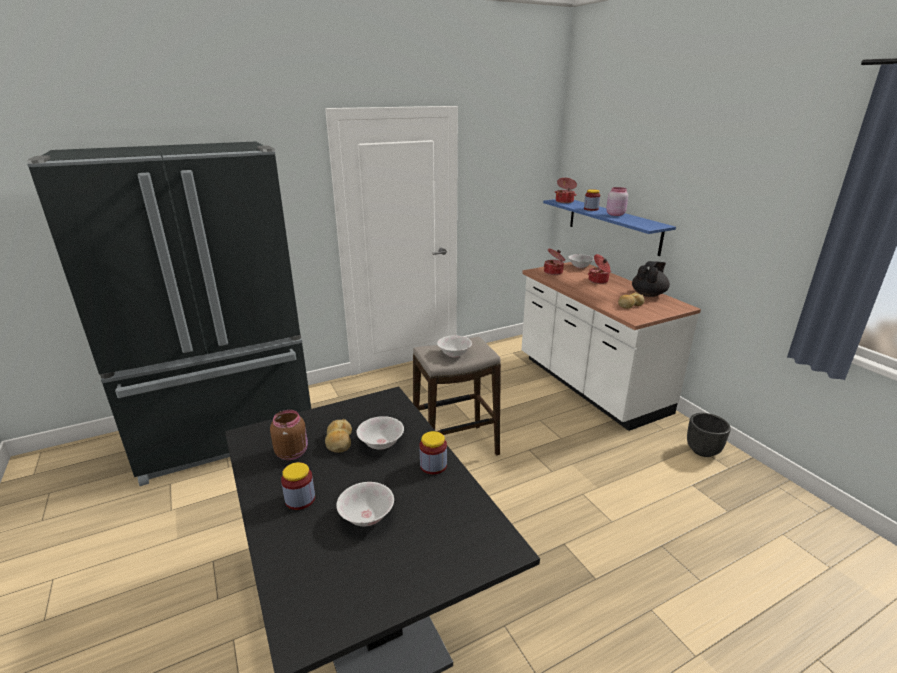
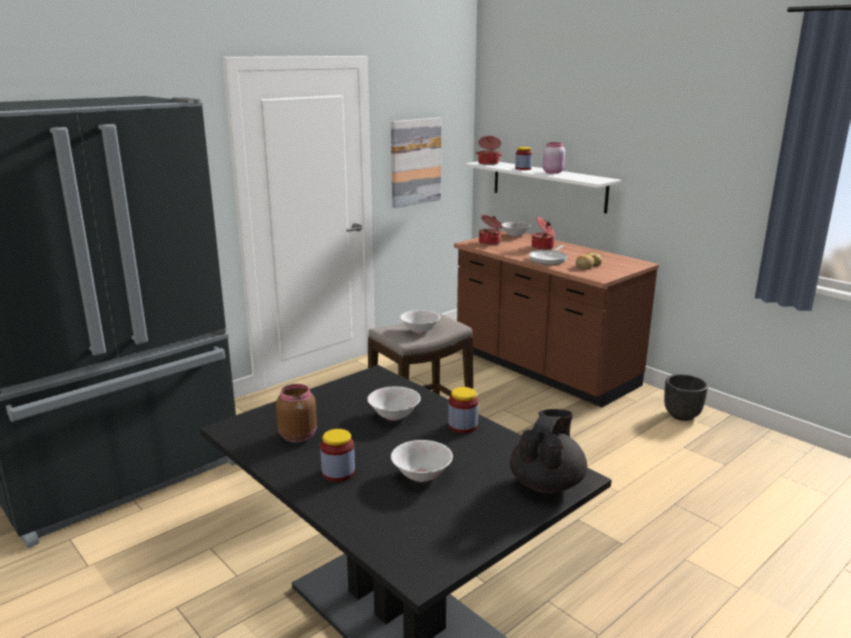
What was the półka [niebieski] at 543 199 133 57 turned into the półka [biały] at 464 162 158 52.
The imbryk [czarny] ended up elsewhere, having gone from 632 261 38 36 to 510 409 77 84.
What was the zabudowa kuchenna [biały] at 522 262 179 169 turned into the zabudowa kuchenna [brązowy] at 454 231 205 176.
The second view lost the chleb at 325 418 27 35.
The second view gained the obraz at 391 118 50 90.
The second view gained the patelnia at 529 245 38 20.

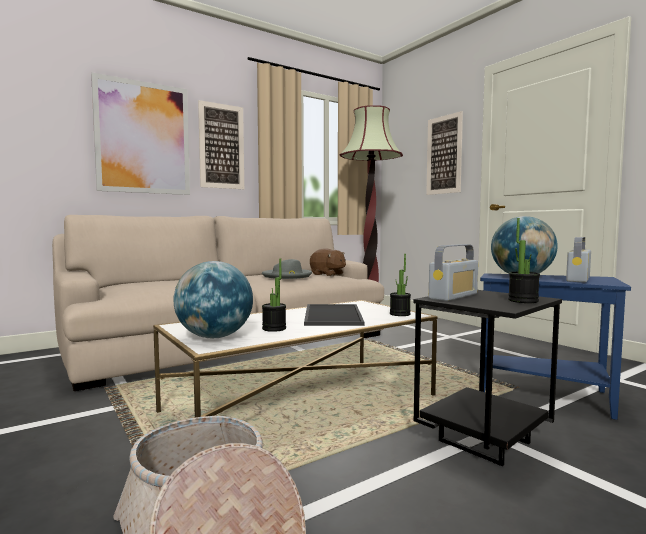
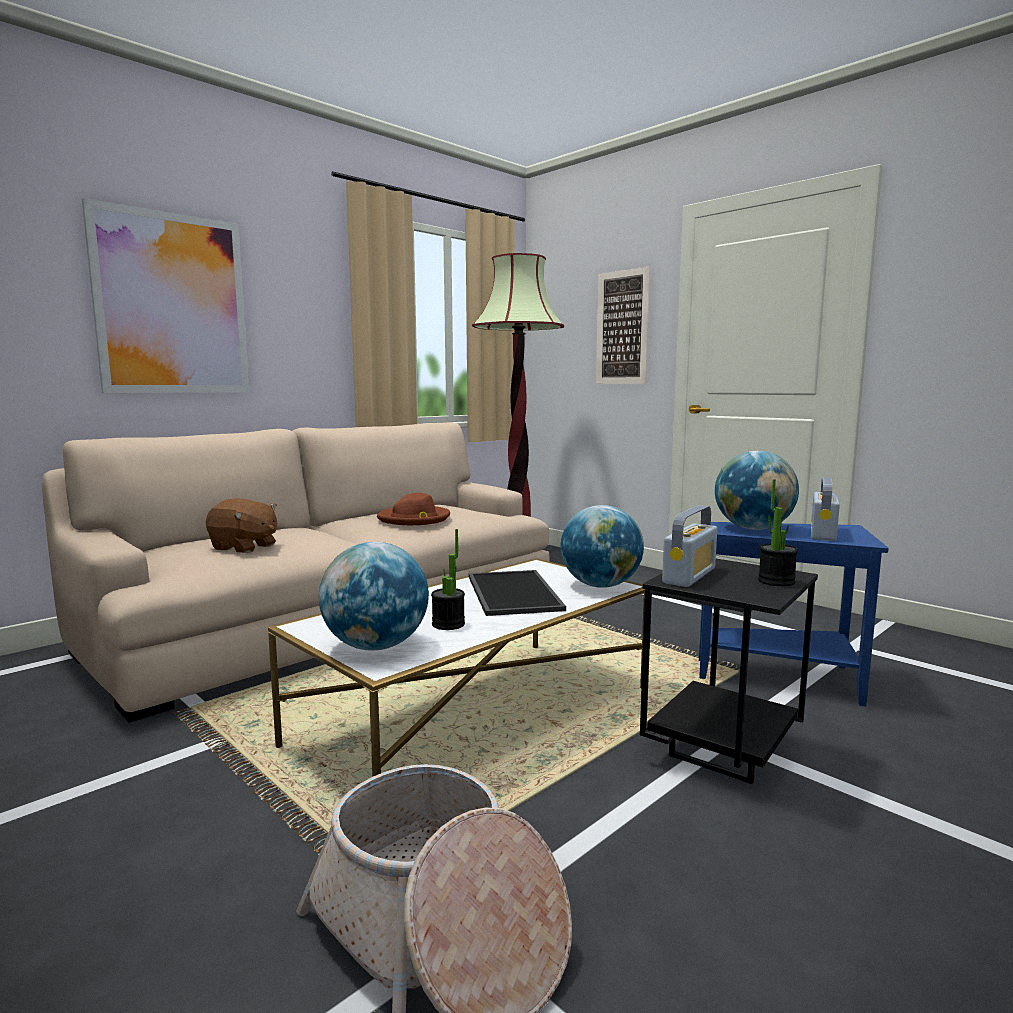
The second view lost the obraz at 198 100 46 89.
The pluszak [brązowy] ended up elsewhere, having gone from 310 248 36 28 to 206 498 71 55.
Where the roślina doniczkowa stood at 390 254 21 62, the globus came to stand at 560 505 84 83.
What was the kapelusz [szary] at 262 259 50 20 turned into the kapelusz [brązowy] at 377 493 73 32.

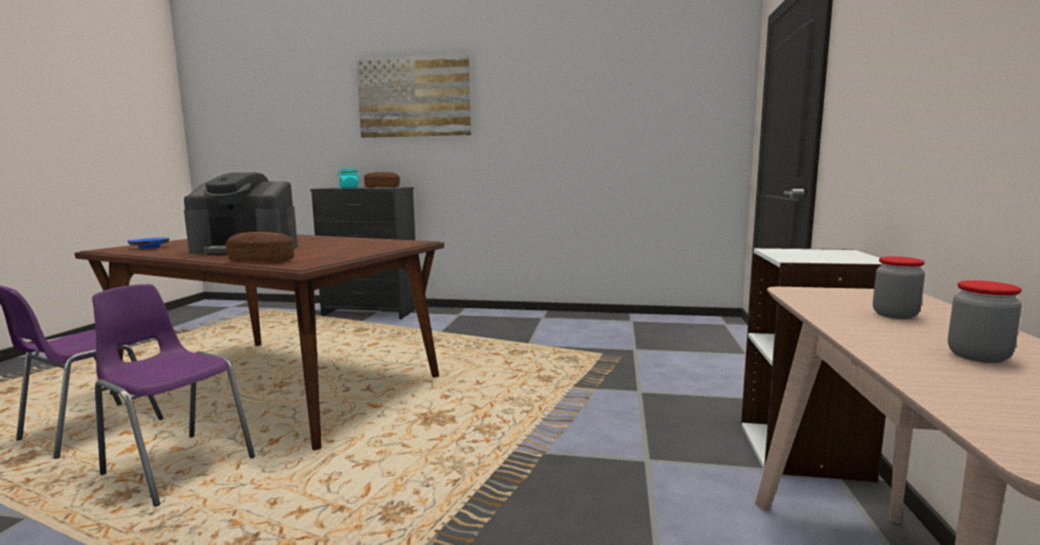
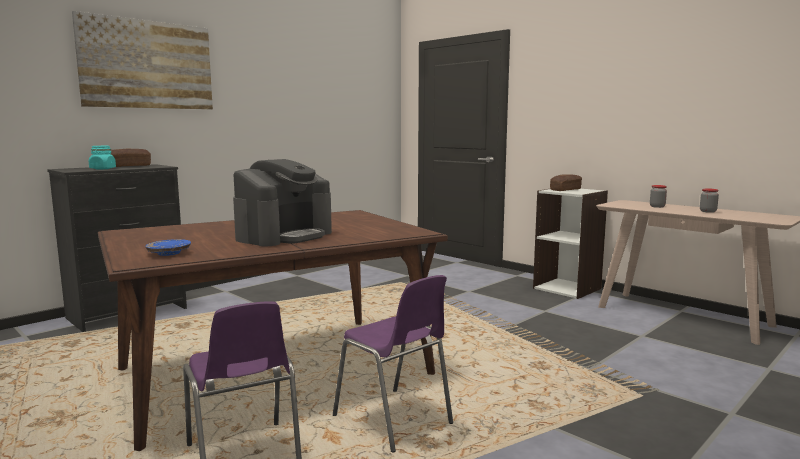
The chleb ended up elsewhere, having gone from 226 232 68 31 to 550 174 32 17.
The krzesło [fioletowy] at 92 284 163 223 ended up facing another way, 105 degrees counterclockwise from before.

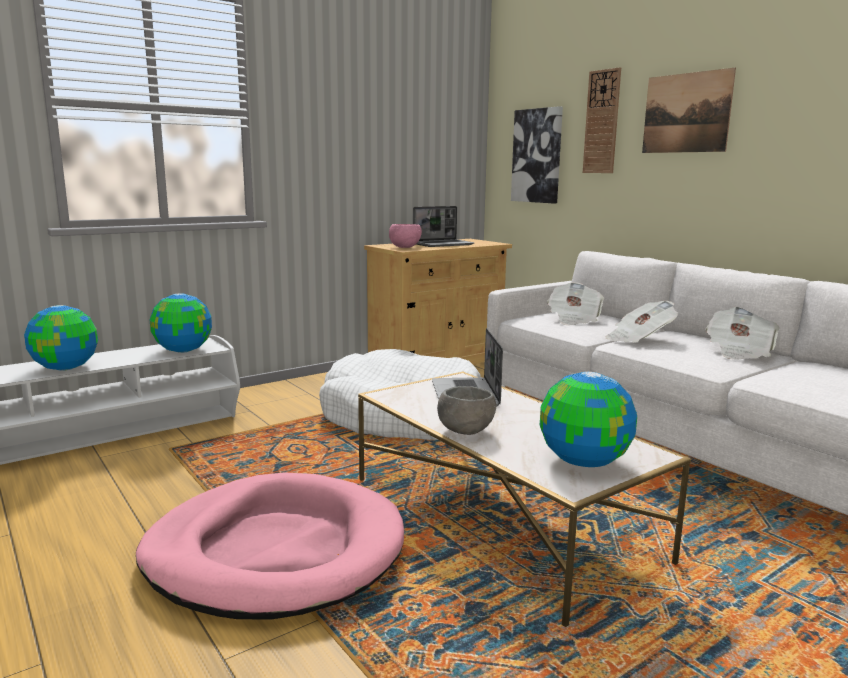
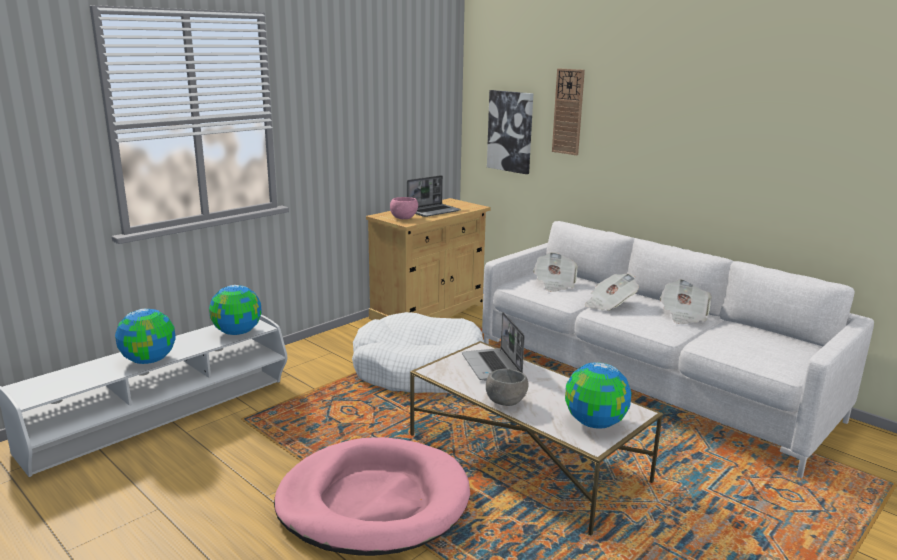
The second view lost the obraz at 642 68 94 85.

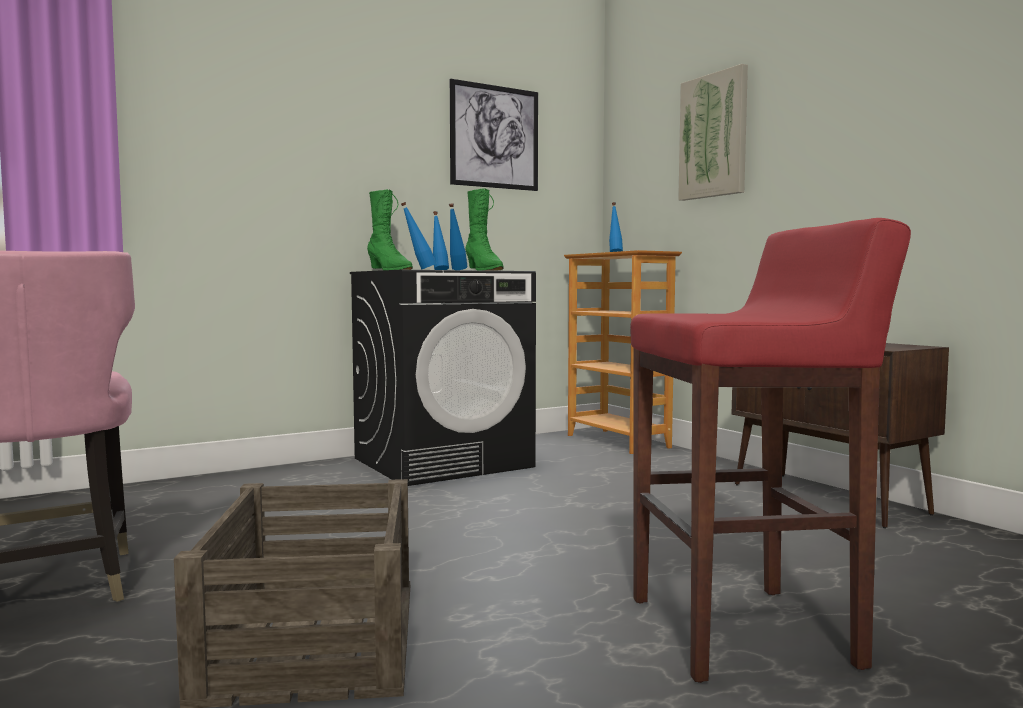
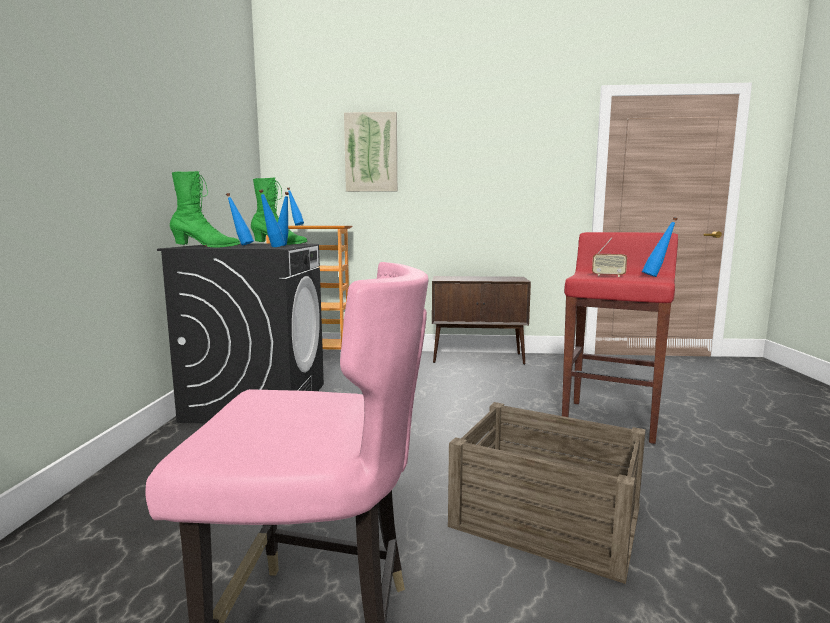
The second view lost the obraz at 450 79 88 112.
The second view gained the butelka [niebieski] at 642 217 36 60.
The second view gained the radio at 592 237 35 40.

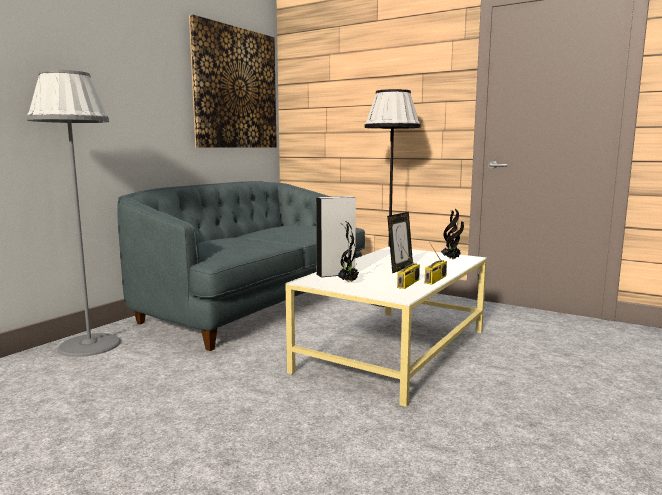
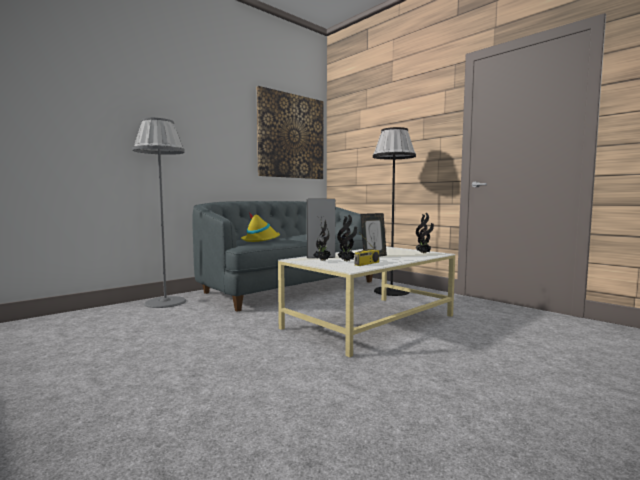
The second view lost the radio at 425 242 22 42.
The second view gained the kapelusz [żółty] at 241 211 39 31.
The second view gained the roślina doniczkowa at 337 215 20 46.

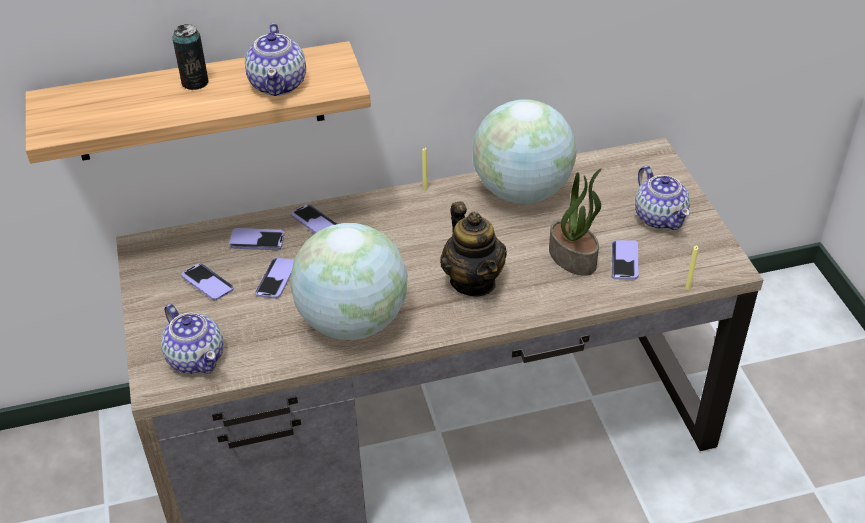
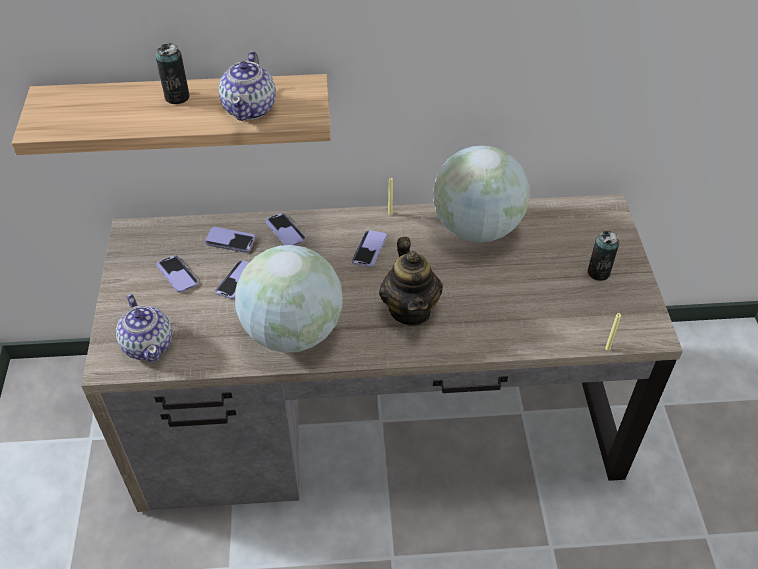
Where the imbryk stood at 635 166 55 64, the puszka came to stand at 587 231 32 50.
The second view lost the roślina doniczkowa at 549 168 52 108.
The telefon ended up elsewhere, having gone from 611 241 28 38 to 352 230 35 37.

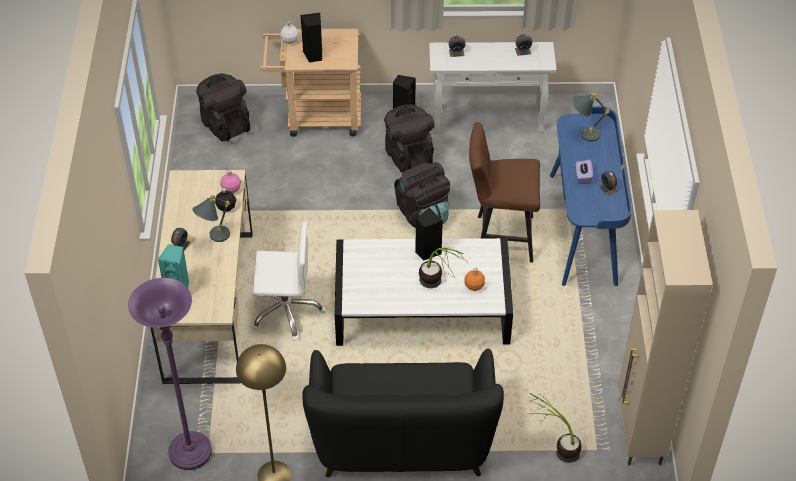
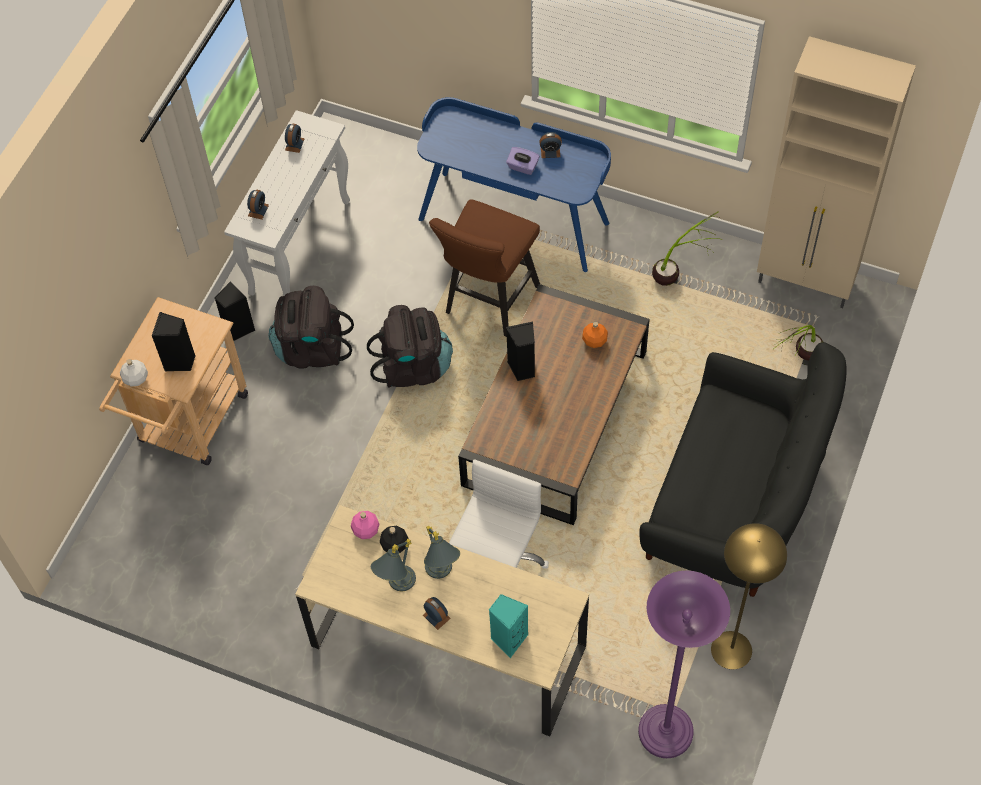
The second view lost the plecak [czarny] at 196 73 54 68.
The lampa stołowa [szary] ended up elsewhere, having gone from 572 93 38 48 to 371 539 45 52.
What was the ława [biały] at 335 238 178 108 turned into the ława [brązowy] at 458 284 192 241.
The roślina doniczkowa ended up elsewhere, having gone from 419 248 49 40 to 652 212 67 74.

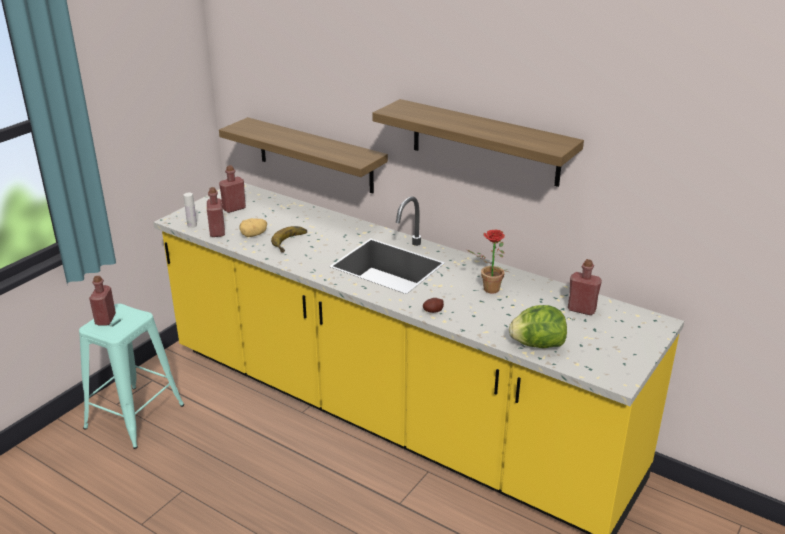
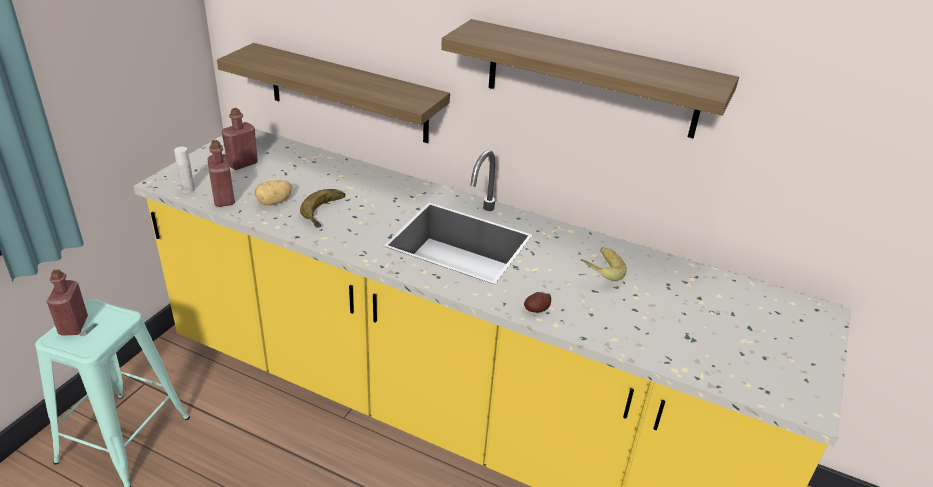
Where the roślina doniczkowa stood at 467 230 42 64, the banan came to stand at 580 247 47 33.
The second view lost the butelka [czerwony] at 568 259 34 57.
The second view lost the sałata at 509 305 58 43.

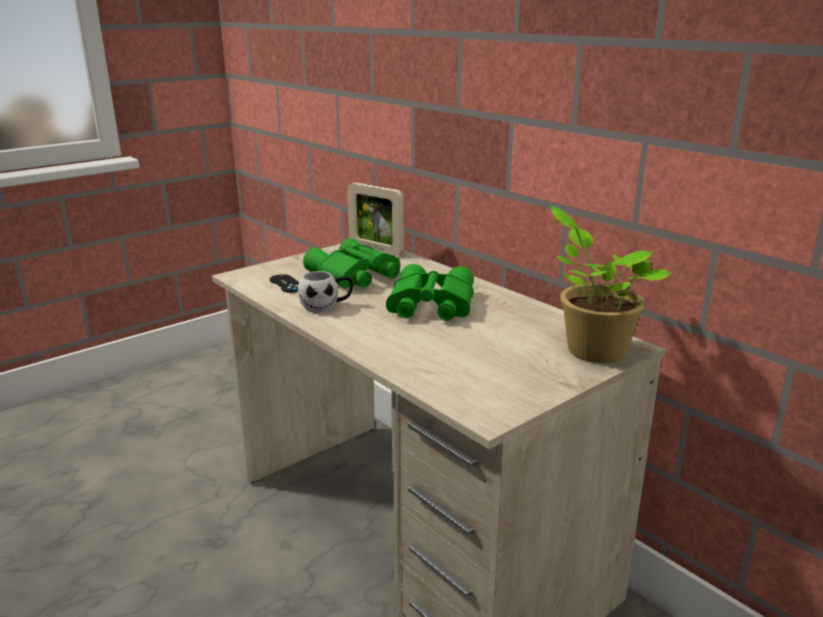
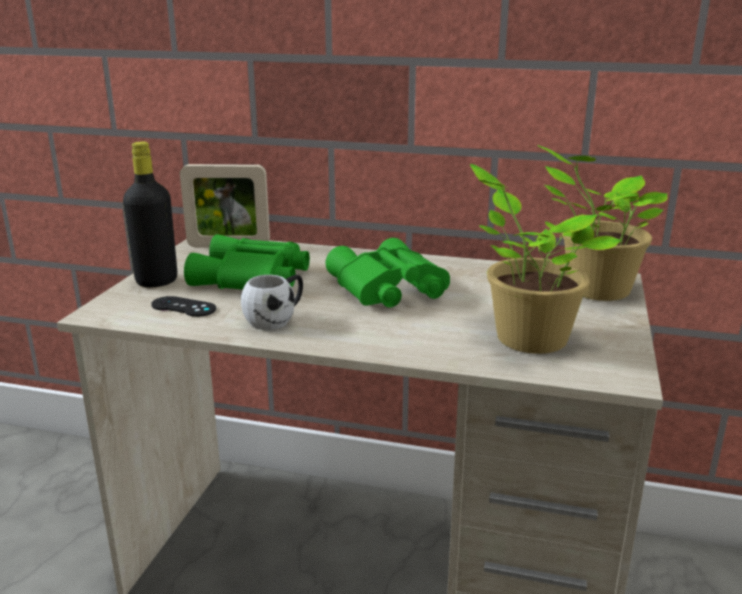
The second view gained the butelka [czarny] at 123 142 54 145.
The second view gained the roślina doniczkowa at 470 164 152 190.

